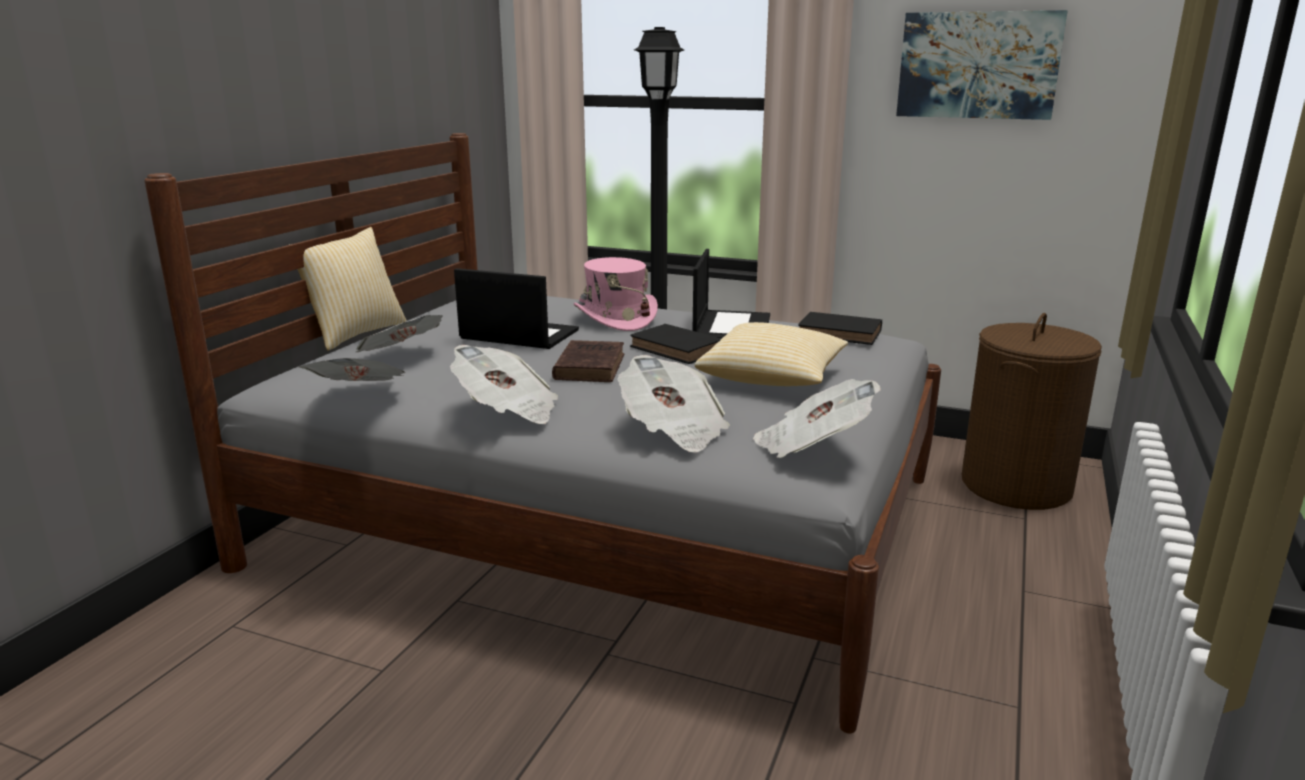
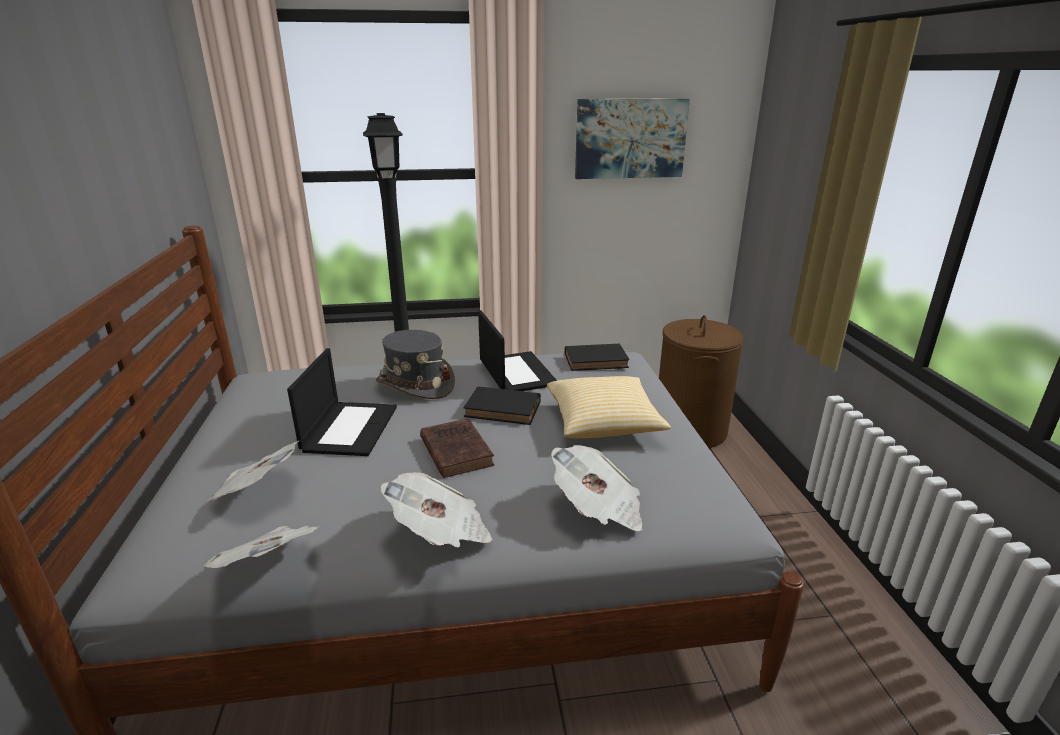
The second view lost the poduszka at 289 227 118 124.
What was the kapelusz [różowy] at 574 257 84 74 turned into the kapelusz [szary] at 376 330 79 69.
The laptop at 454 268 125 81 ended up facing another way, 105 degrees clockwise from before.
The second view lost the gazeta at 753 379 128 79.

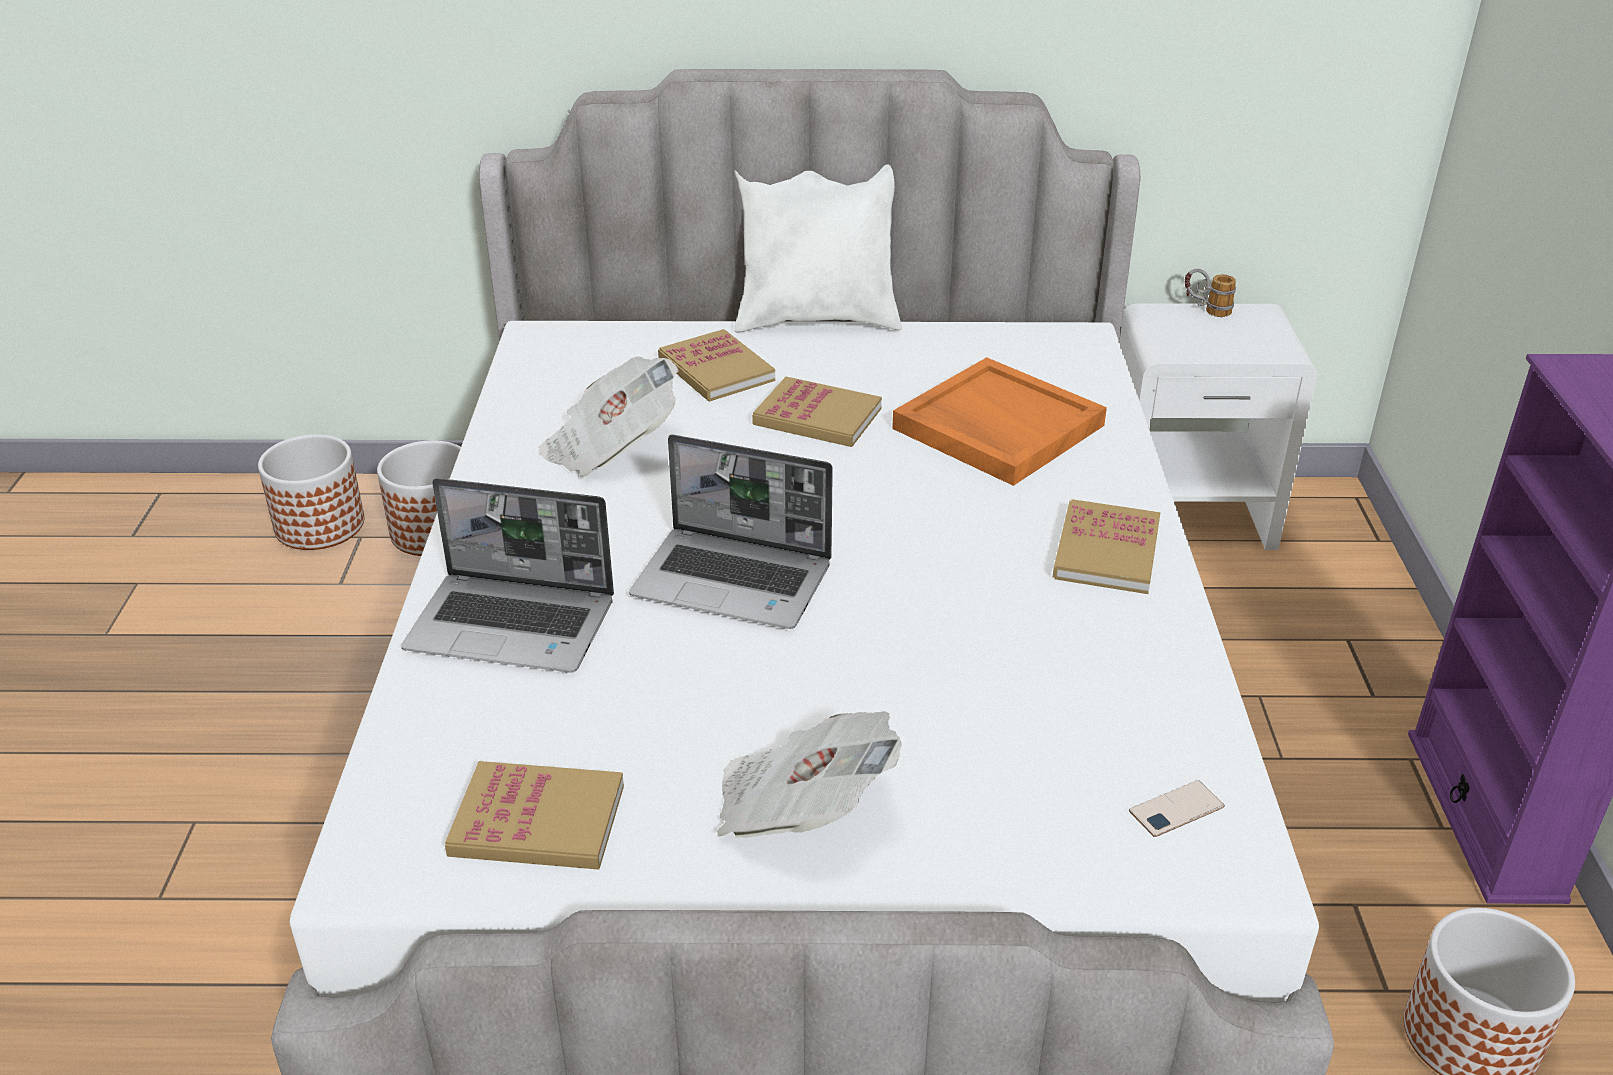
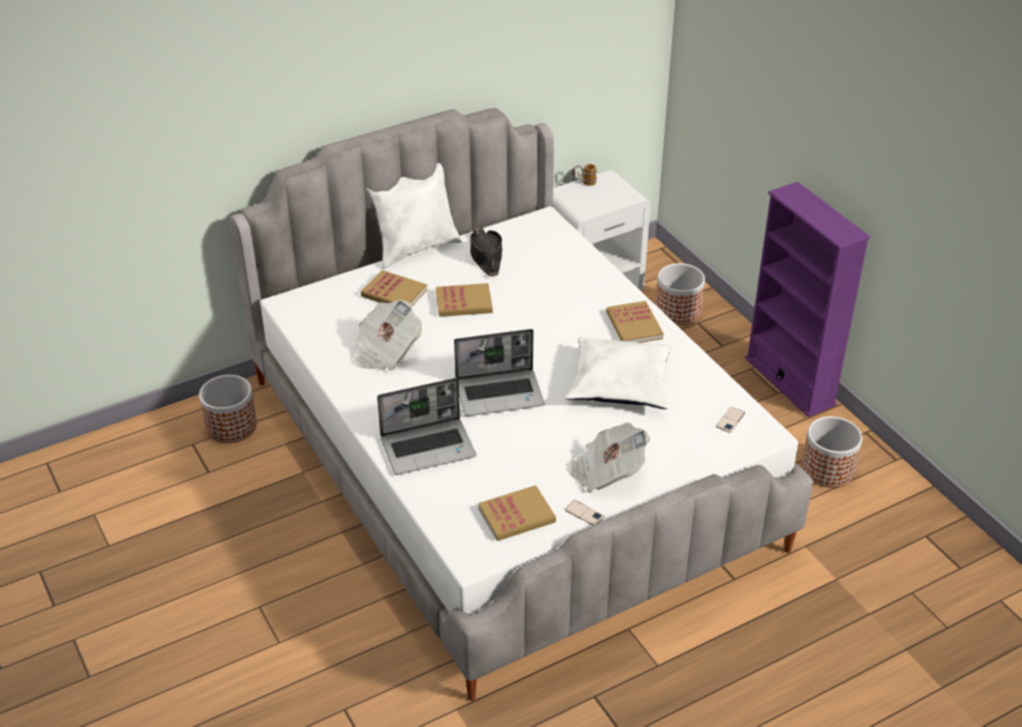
The second view lost the taca [pomarańczowy] at 892 357 215 129.
The donica ended up elsewhere, having gone from 258 434 106 116 to 655 263 50 62.
The second view gained the kapelusz [czarny] at 470 227 33 50.
The second view gained the poduszka [biały] at 565 337 106 72.
The second view gained the telefon at 565 500 40 25.

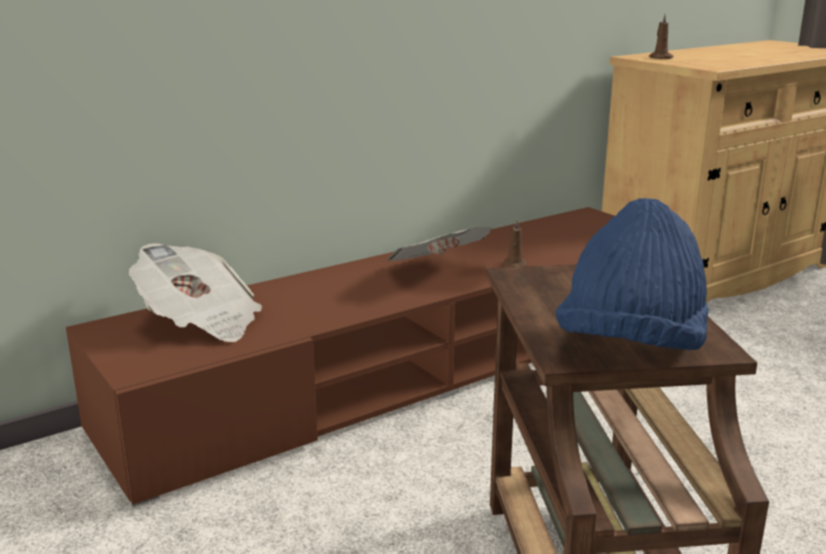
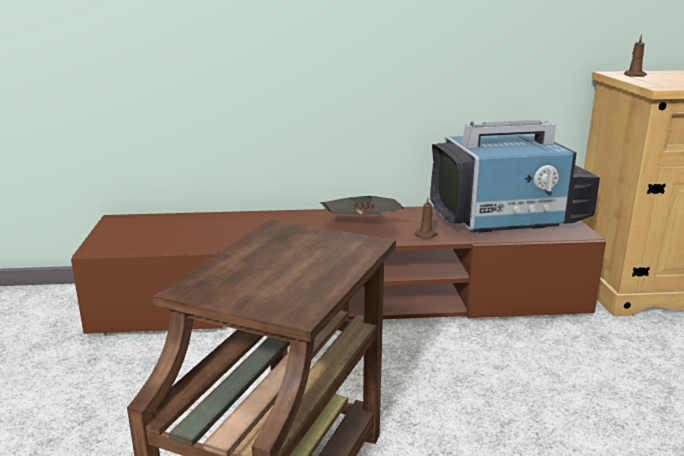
The second view lost the kapelusz [niebieski] at 556 198 153 152.
The second view lost the gazeta at 129 243 133 99.
The second view gained the telewizor at 430 120 170 112.

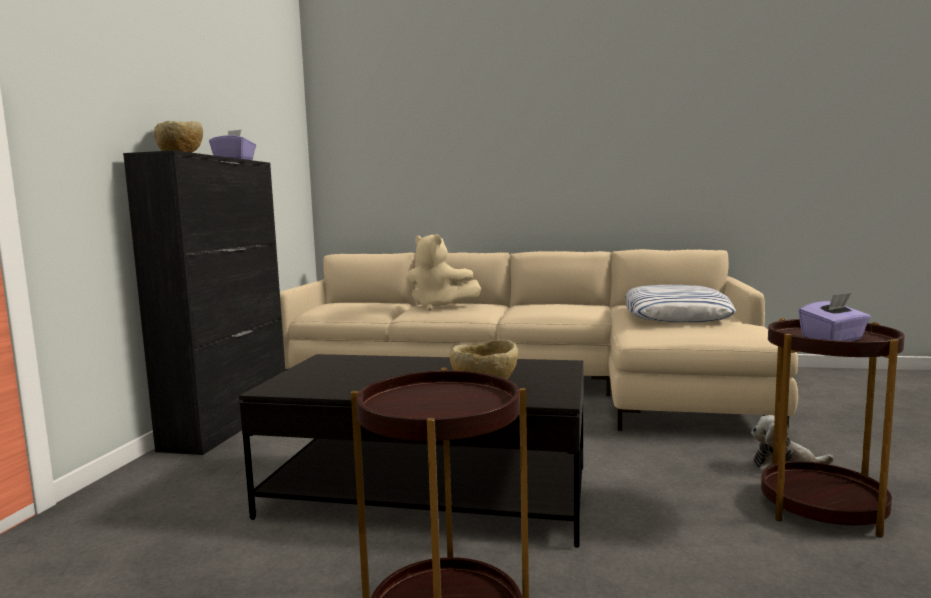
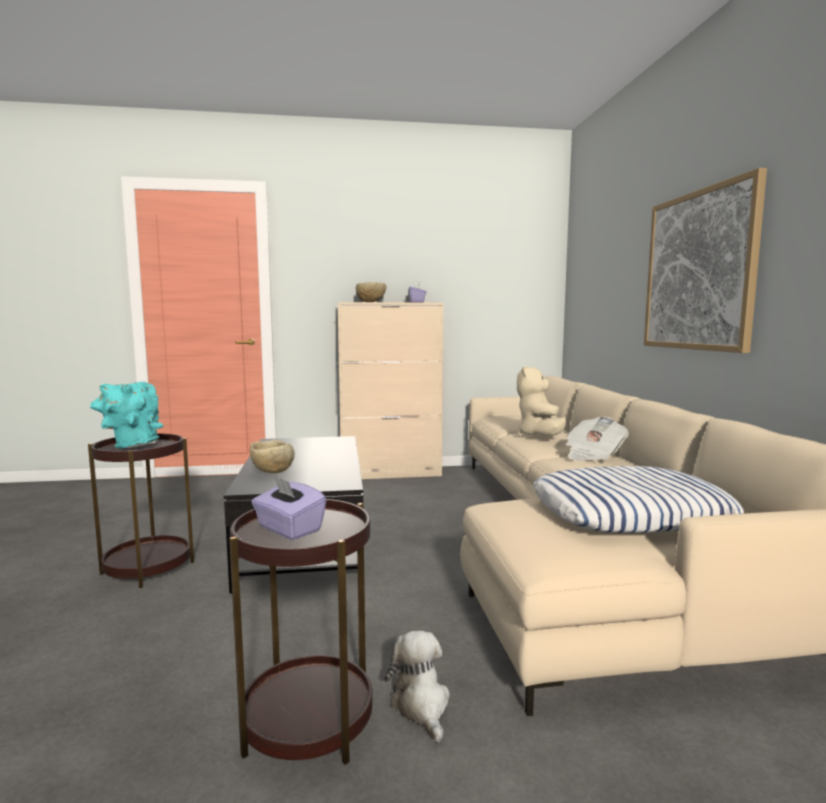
What was the szafka [czarny] at 123 150 162 305 turned into the szafka [beżowy] at 338 302 105 177.
The second view gained the obraz at 644 168 123 185.
The second view gained the wazon [turkusowy] at 90 382 73 67.
The second view gained the gazeta at 566 416 63 45.

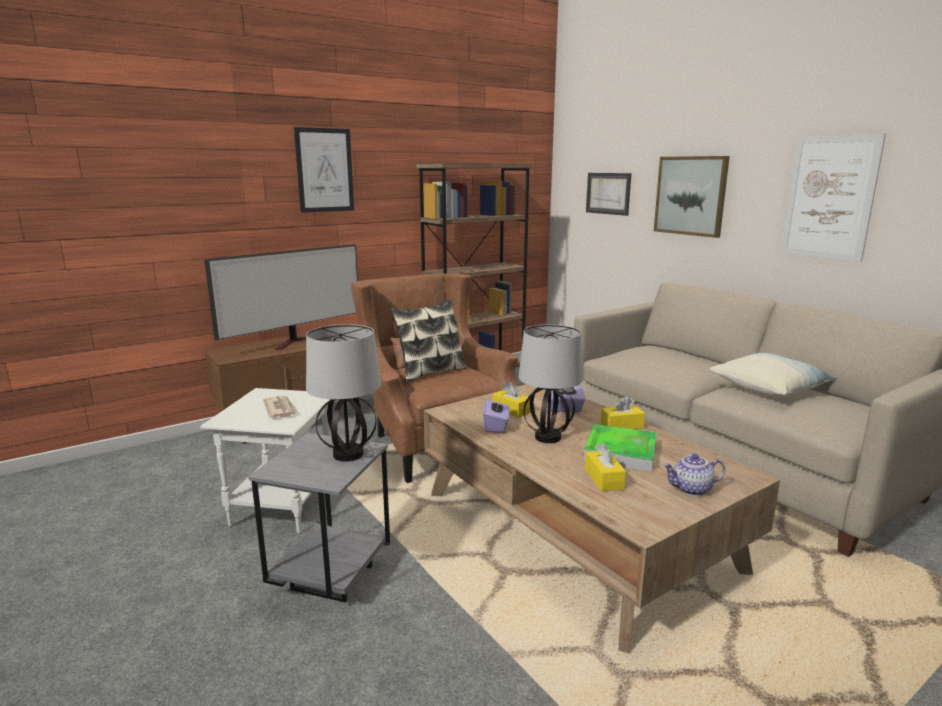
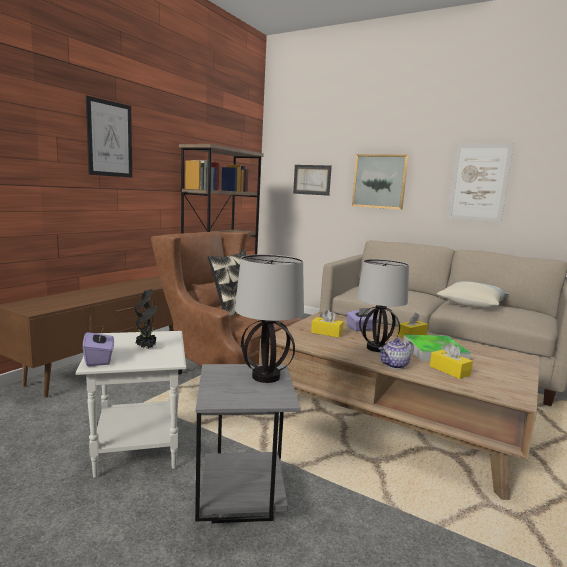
The second view lost the telewizor at 204 244 154 106.
Where the gazeta stood at 263 396 36 22, the roślina doniczkowa came to stand at 135 289 23 60.
The pudełko chusteczek [fioletowy] ended up elsewhere, having gone from 483 398 27 35 to 83 327 31 39.
The imbryk ended up elsewhere, having gone from 663 454 62 42 to 378 338 36 31.

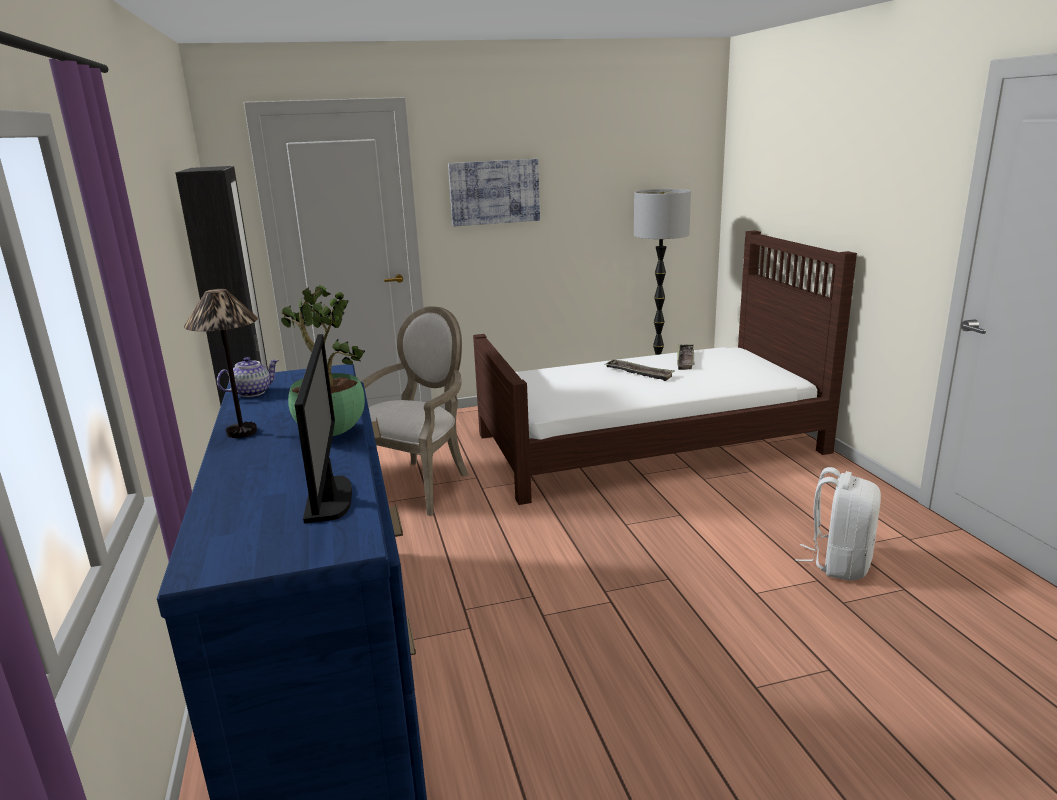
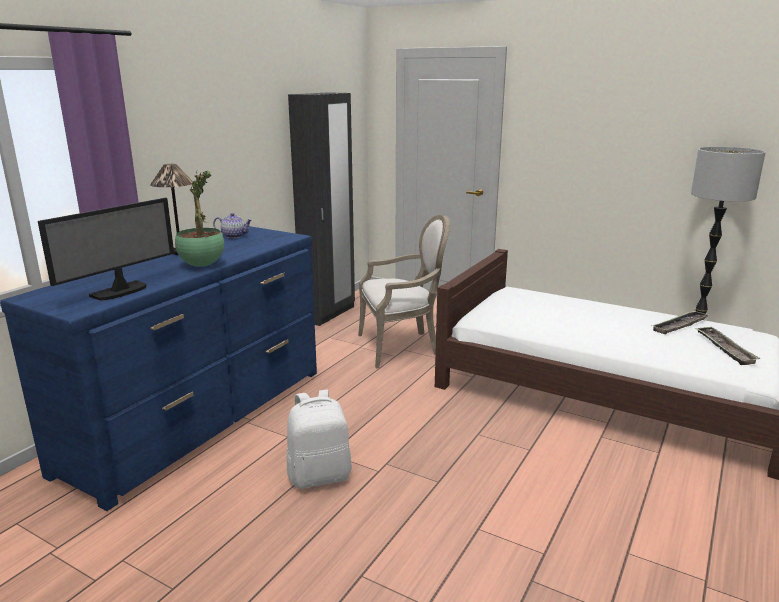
The second view lost the obraz at 448 159 92 68.
The taca ended up elsewhere, having gone from 604 359 71 22 to 695 326 65 39.
The plecak [biały] ended up elsewhere, having gone from 796 467 85 114 to 287 390 65 99.

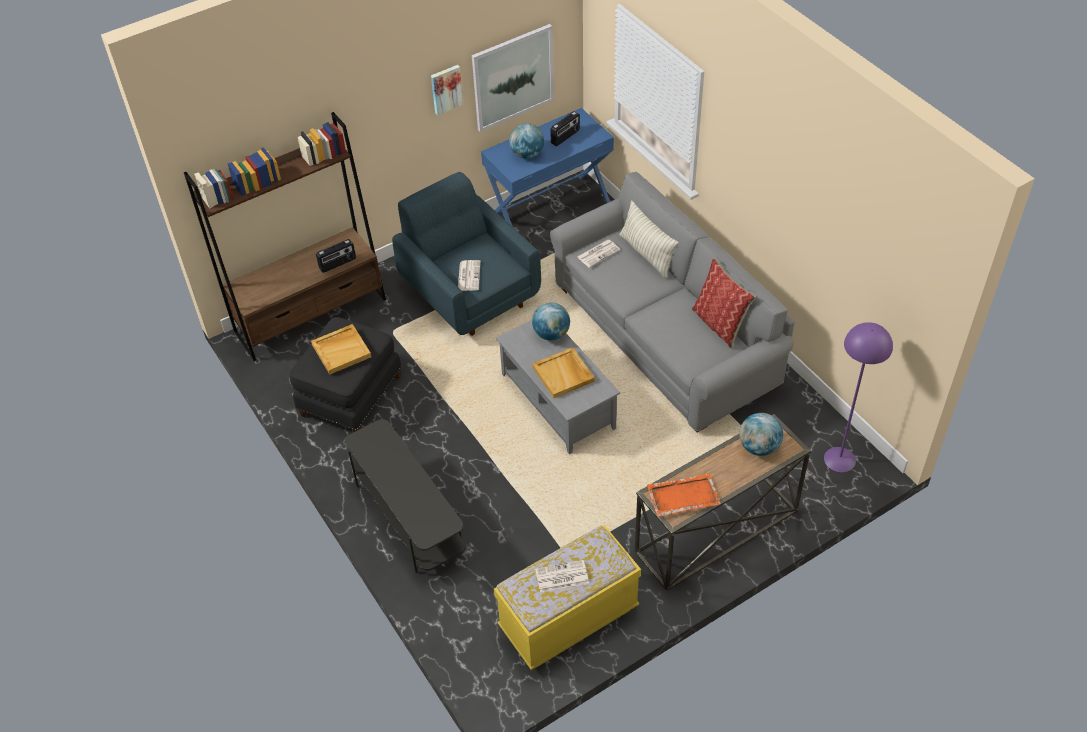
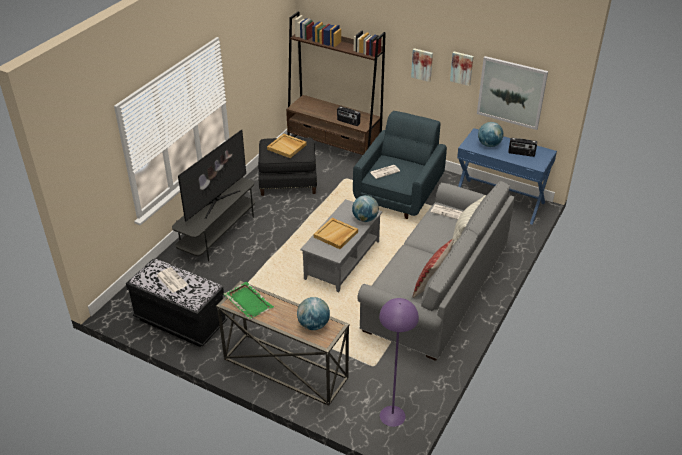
What was the taca [pomarańczowy] at 647 473 74 44 turned into the taca [zielony] at 224 282 50 37.
What was the ławka [żółty] at 494 525 147 145 turned into the ławka [czarny] at 126 259 101 88.
The second view gained the obraz at 411 48 22 34.
The second view gained the telewizor at 178 130 68 92.

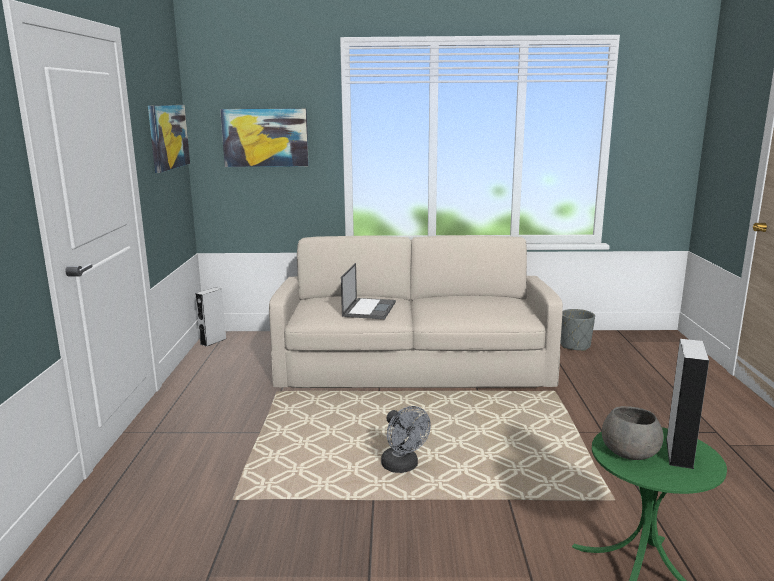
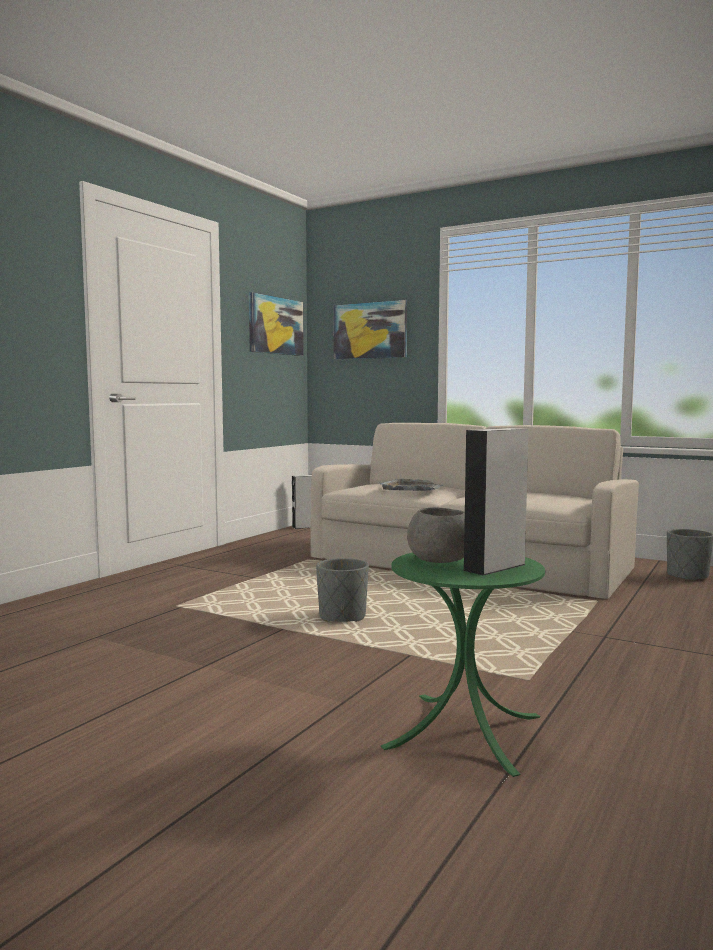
Where the laptop stood at 341 263 55 56, the taca [szary] came to stand at 380 479 63 12.
Where the wentylator [szary] stood at 381 406 50 67, the donica [szary] came to stand at 316 558 53 64.

